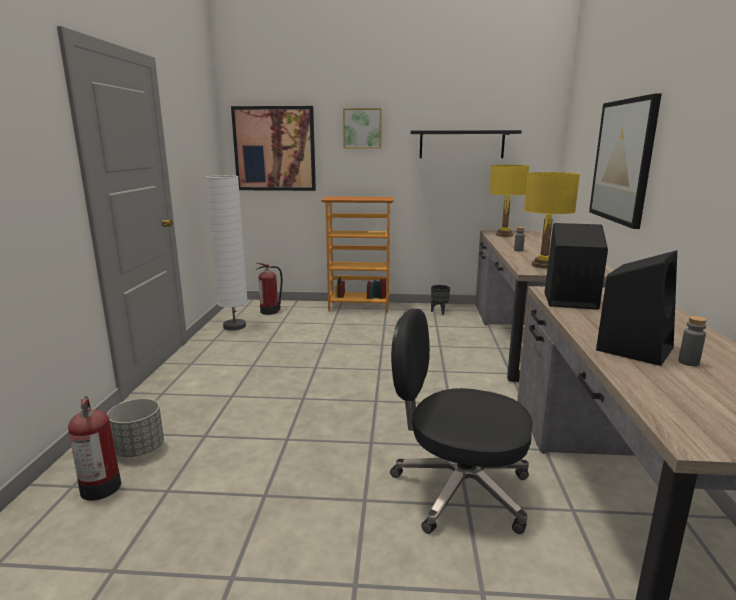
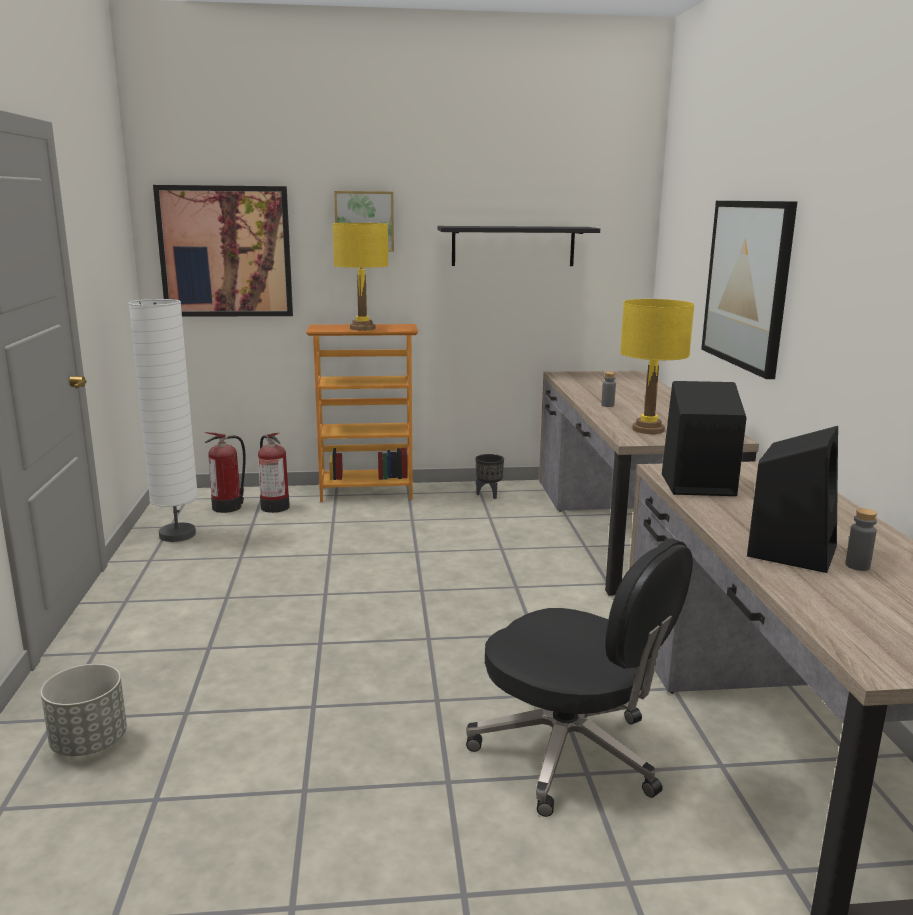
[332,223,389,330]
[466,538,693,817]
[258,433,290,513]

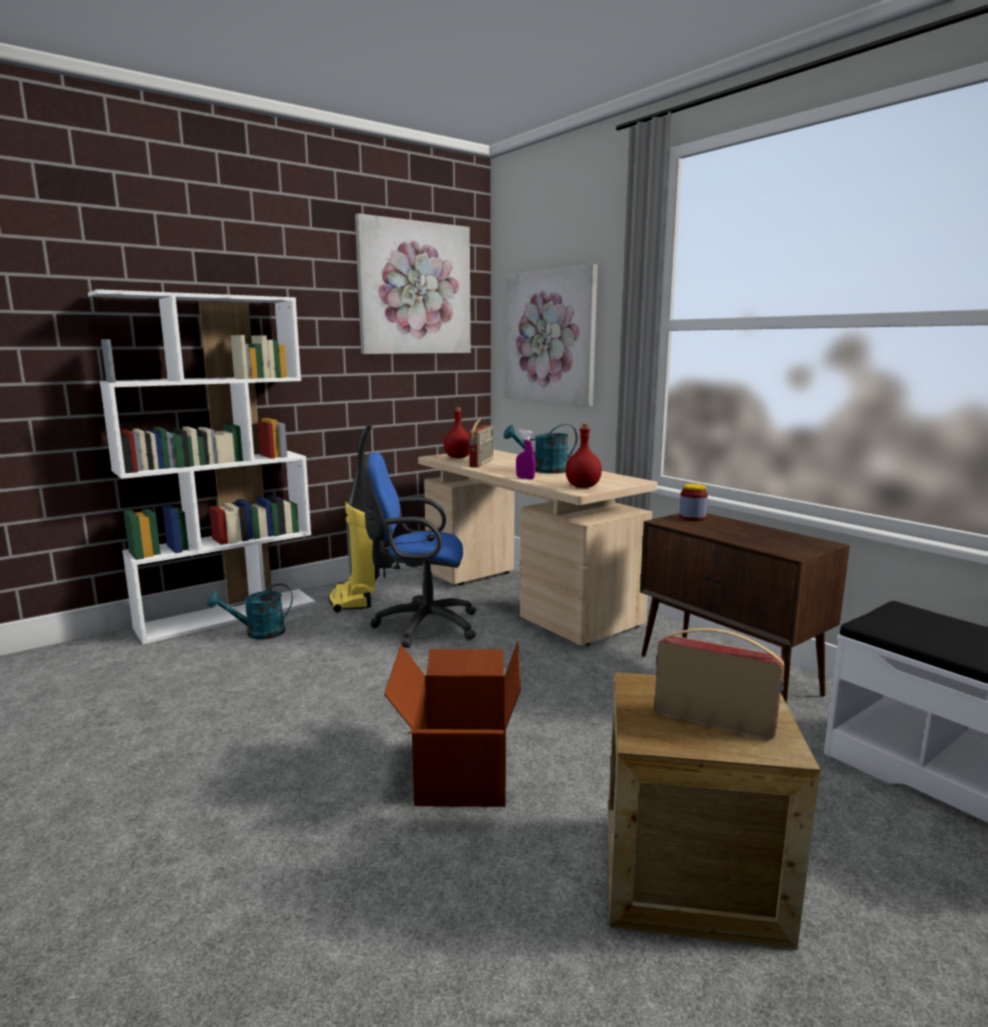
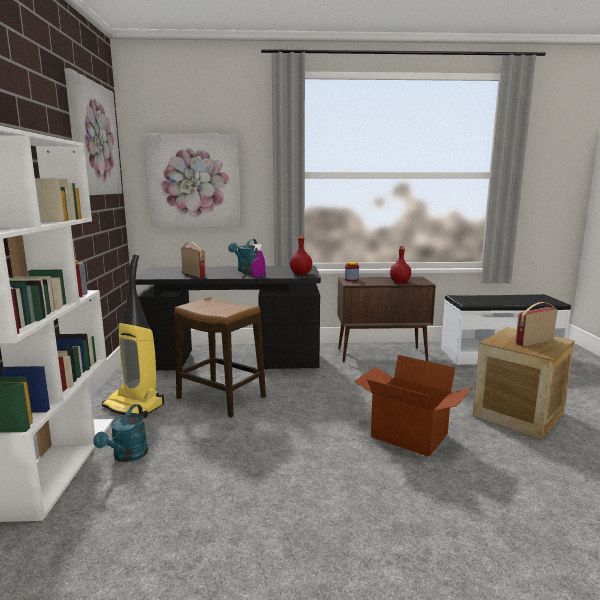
[390,246,411,283]
[135,266,321,371]
[174,298,266,418]

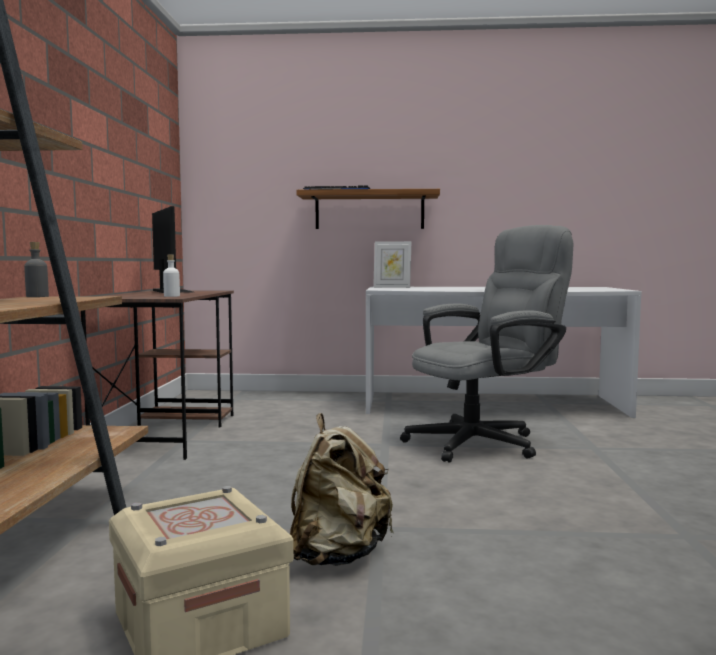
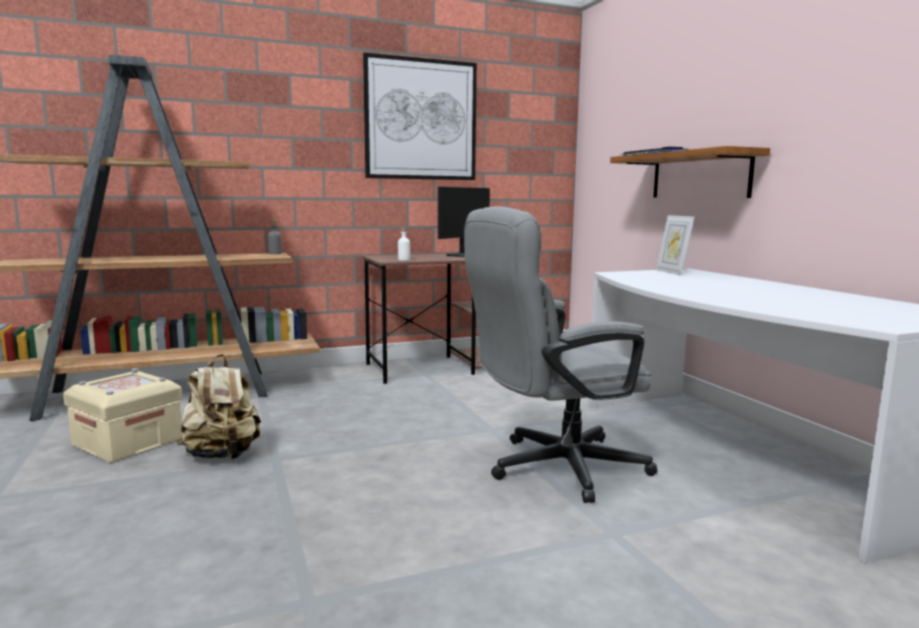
[464,206,657,503]
[363,53,477,180]

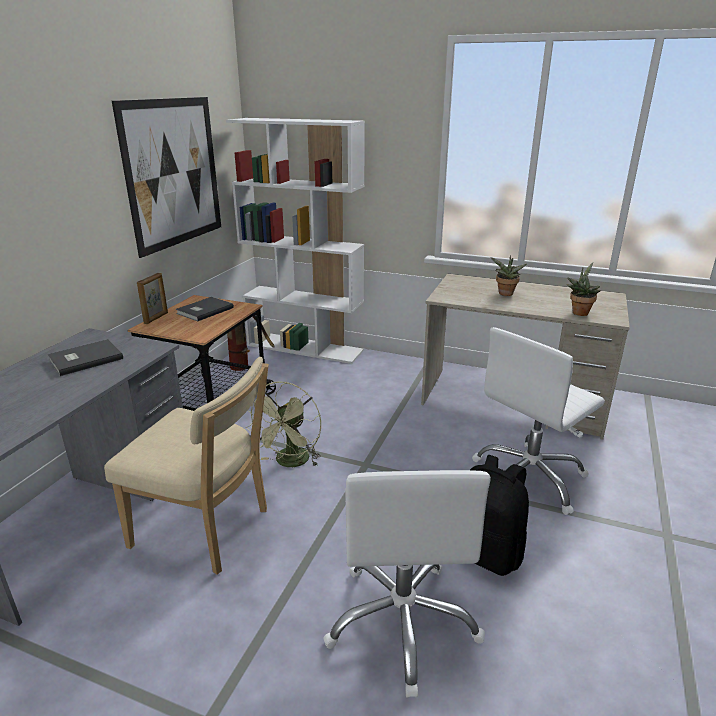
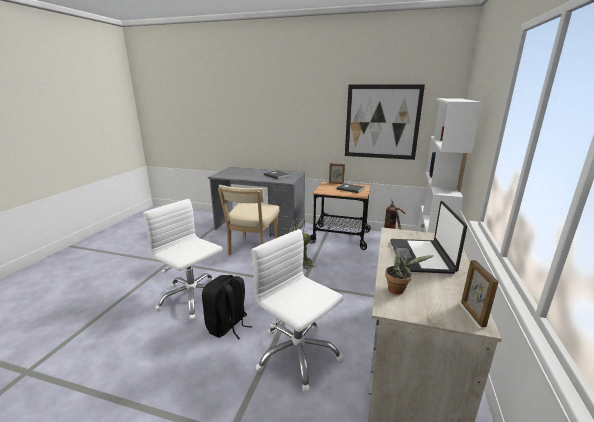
[390,201,467,274]
[143,199,222,320]
[461,260,499,327]

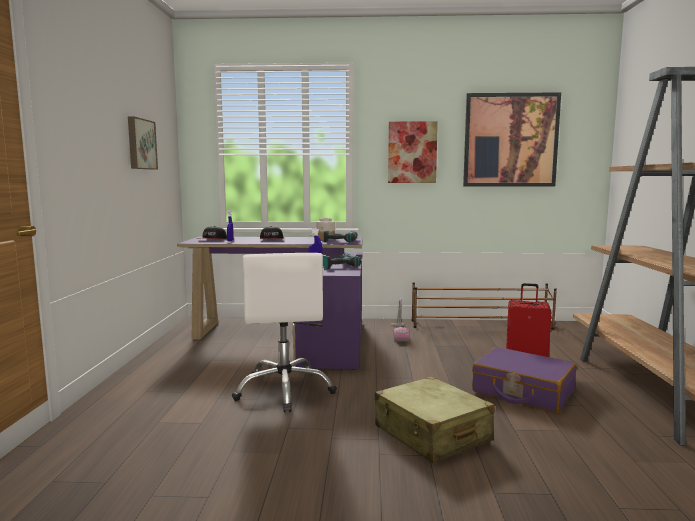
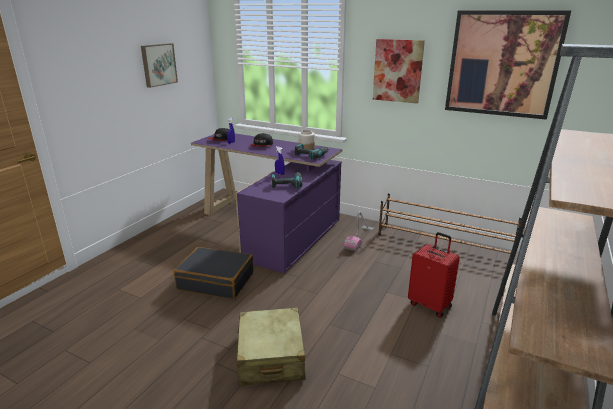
[174,247,253,299]
[472,347,576,413] (first image)

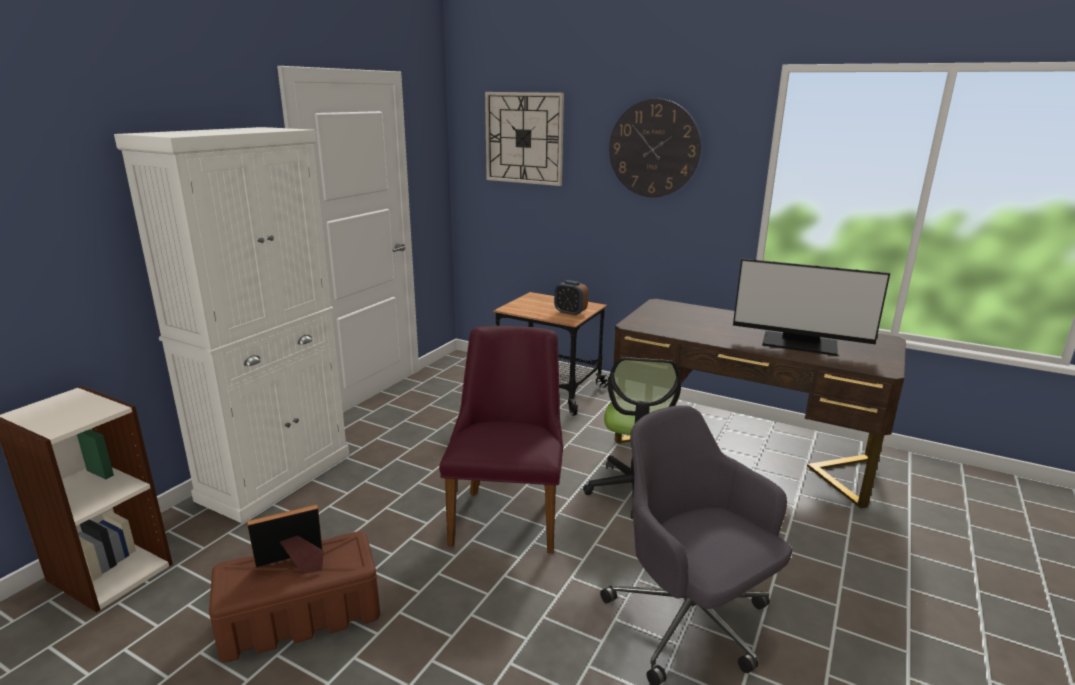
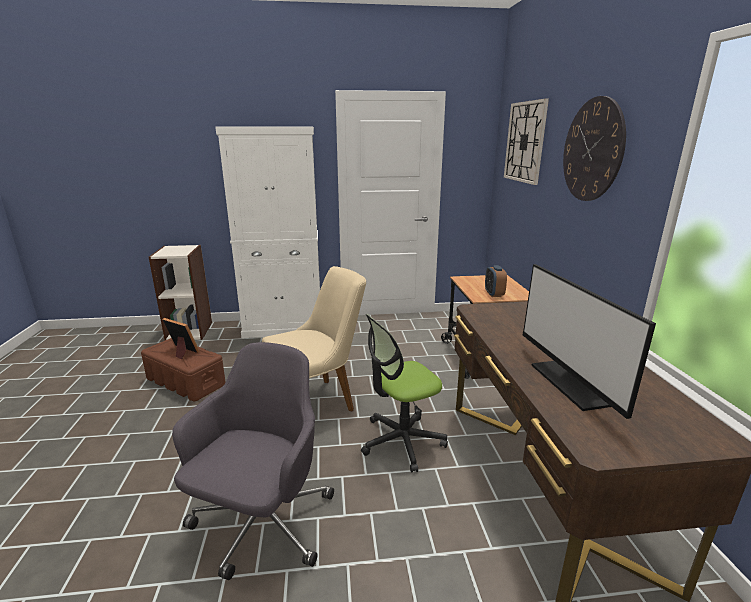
[262,266,366,412]

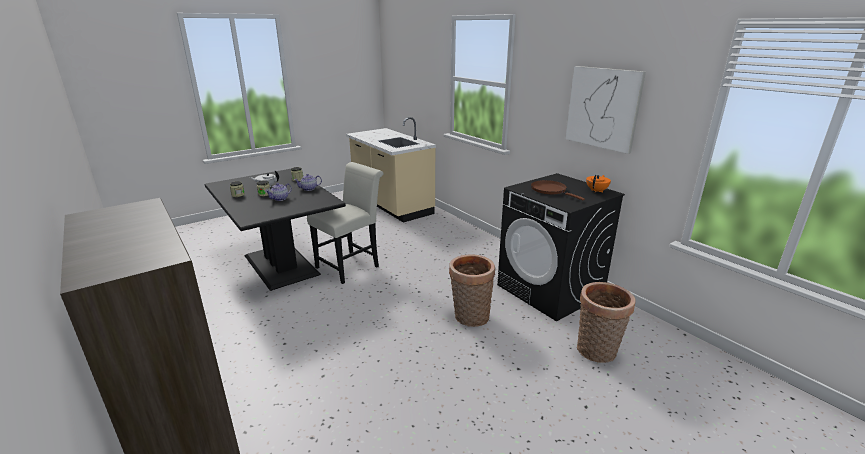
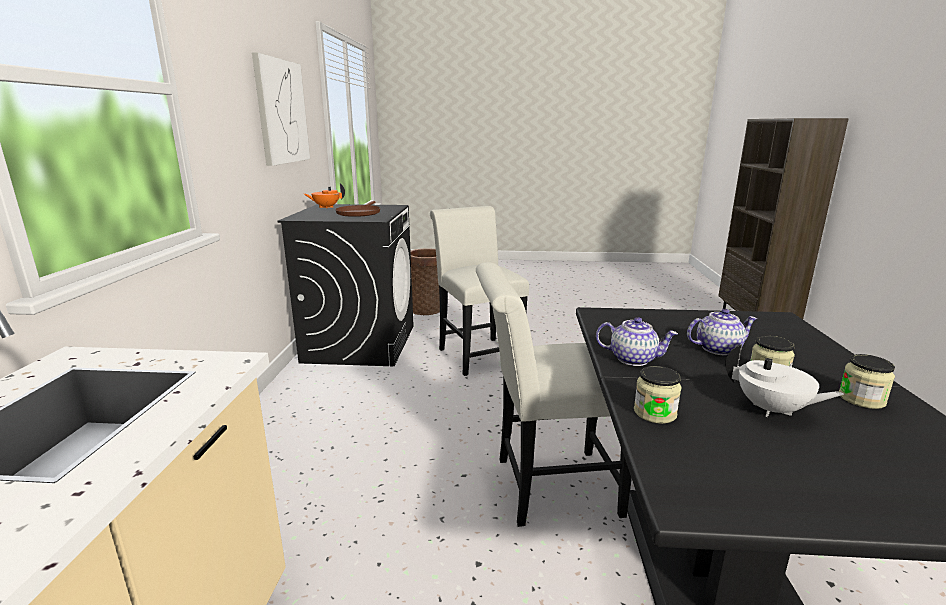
[430,206,529,376]

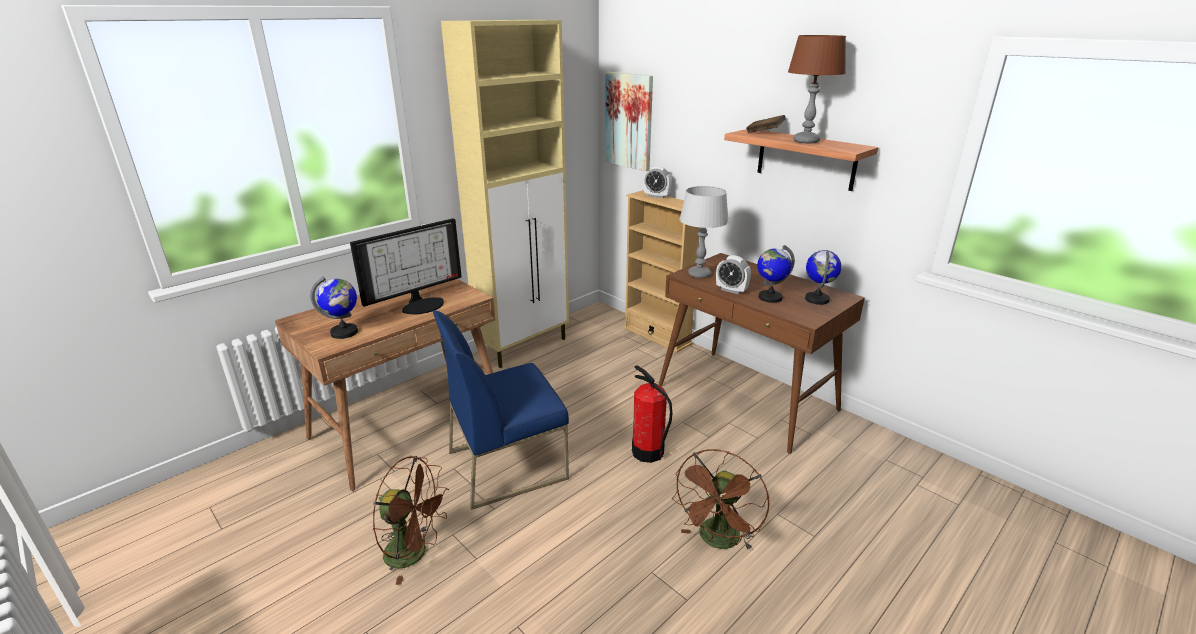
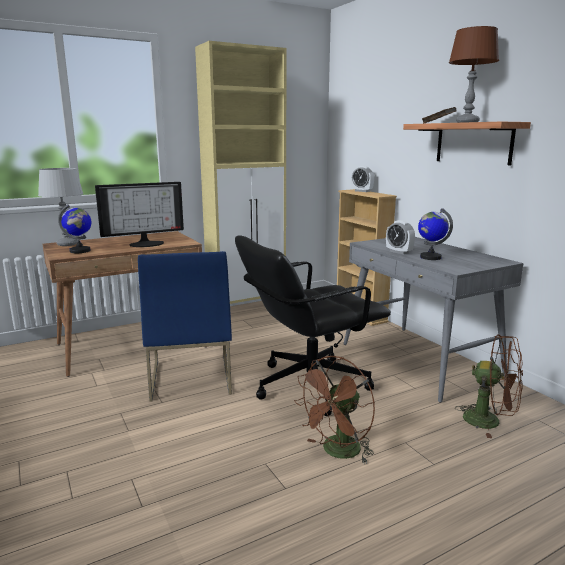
[605,72,653,171] (first image)
[38,168,84,246]
[805,250,842,305] (first image)
[344,237,523,403]
[138,251,232,402]
[235,235,391,416]
[455,334,523,438]

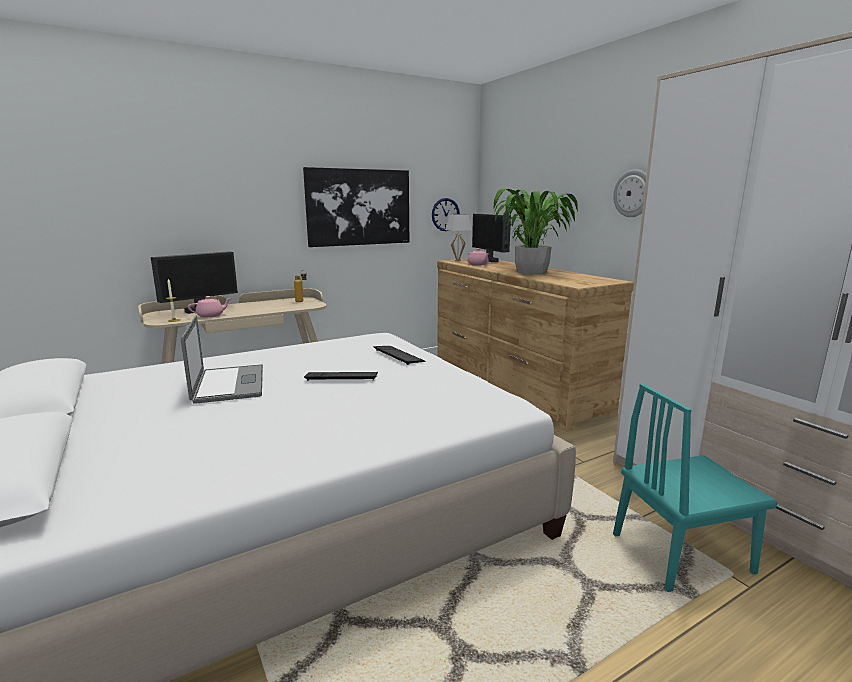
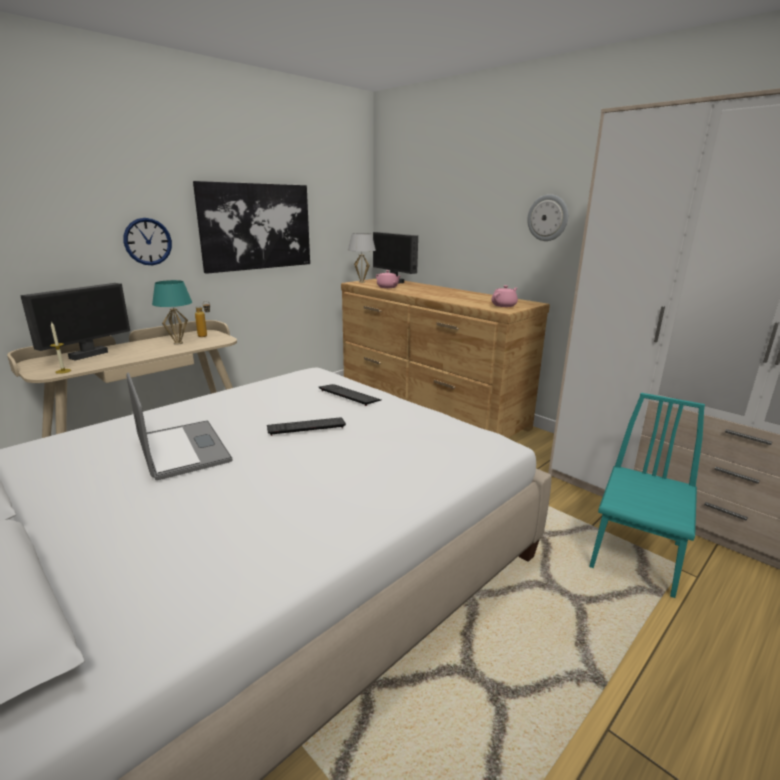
[493,189,578,274] (first image)
[124,218,172,265]
[491,285,518,307]
[589,393,705,598]
[152,280,192,345]

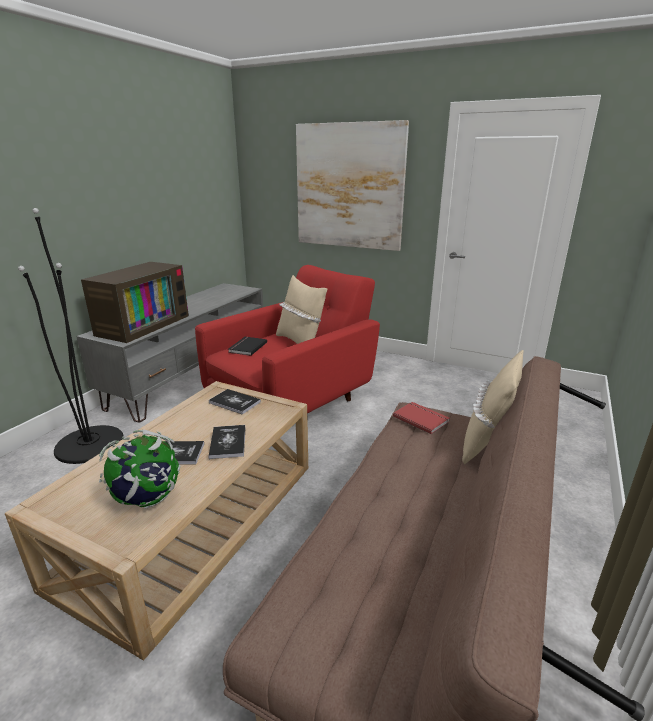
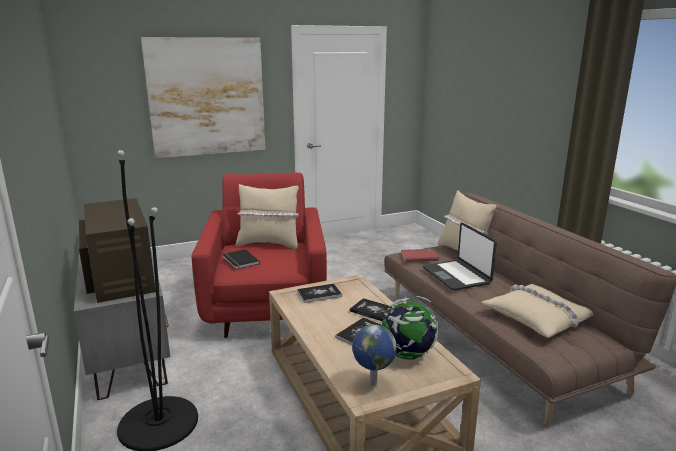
[423,223,497,290]
[481,284,594,338]
[352,324,397,386]

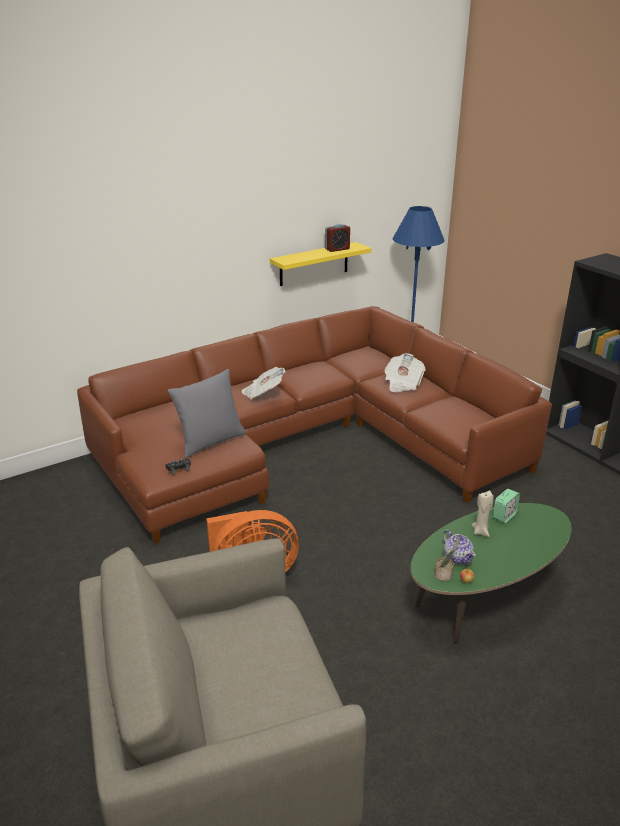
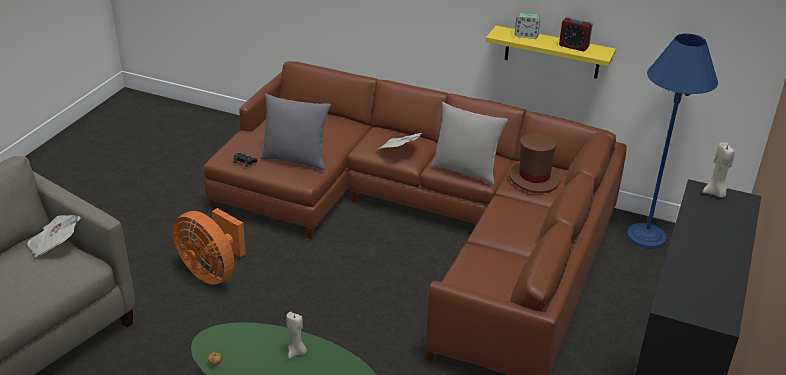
[27,215,81,257]
[515,13,540,39]
[443,530,476,564] (first image)
[435,537,460,581] (first image)
[431,102,508,185]
[509,133,561,193]
[703,143,735,198]

